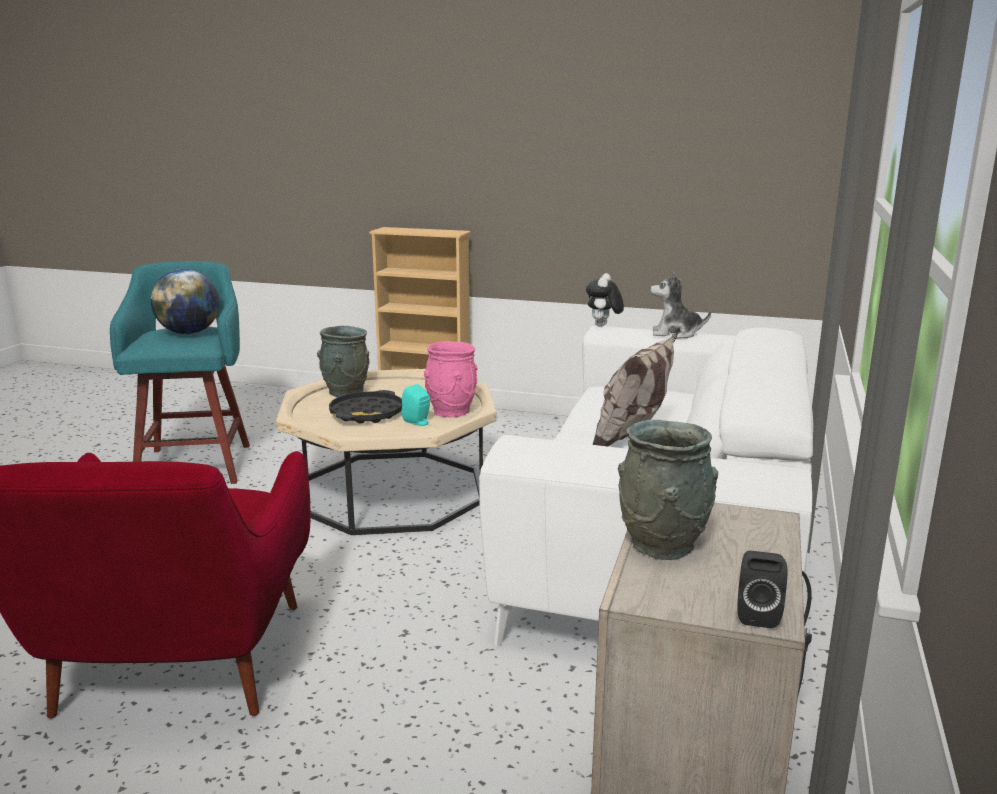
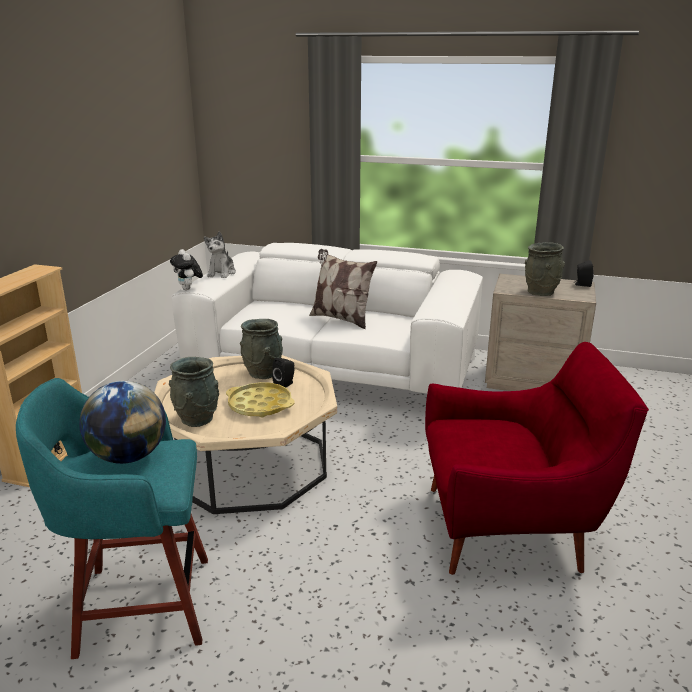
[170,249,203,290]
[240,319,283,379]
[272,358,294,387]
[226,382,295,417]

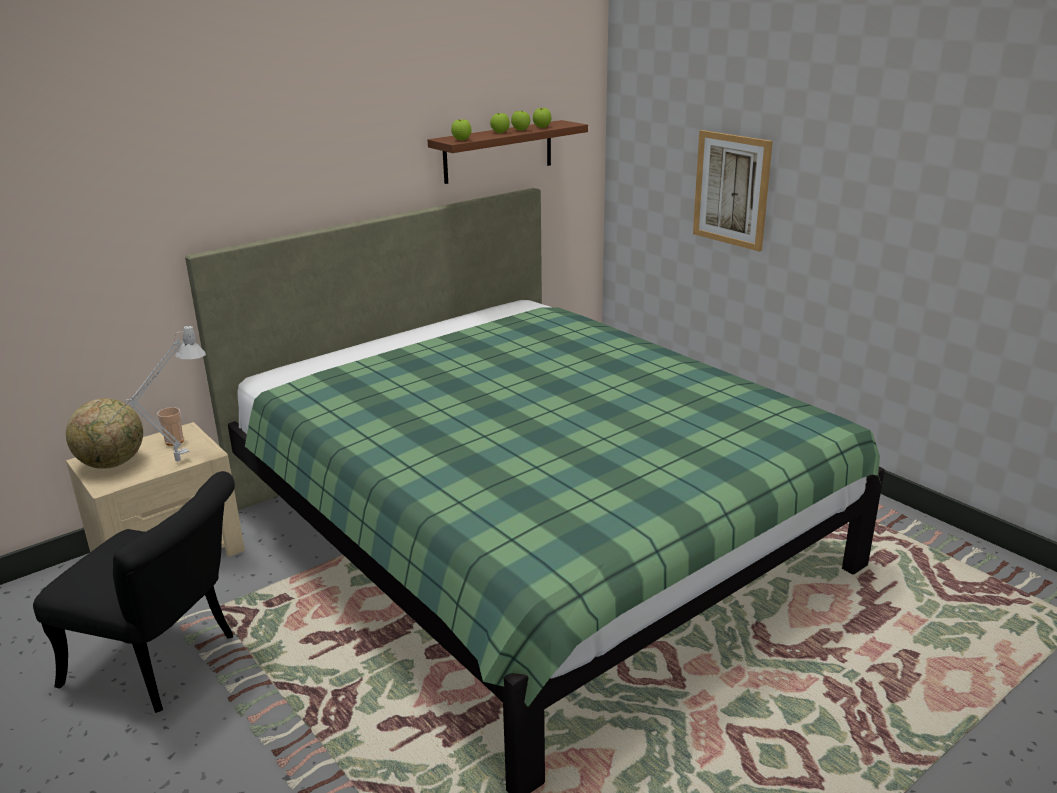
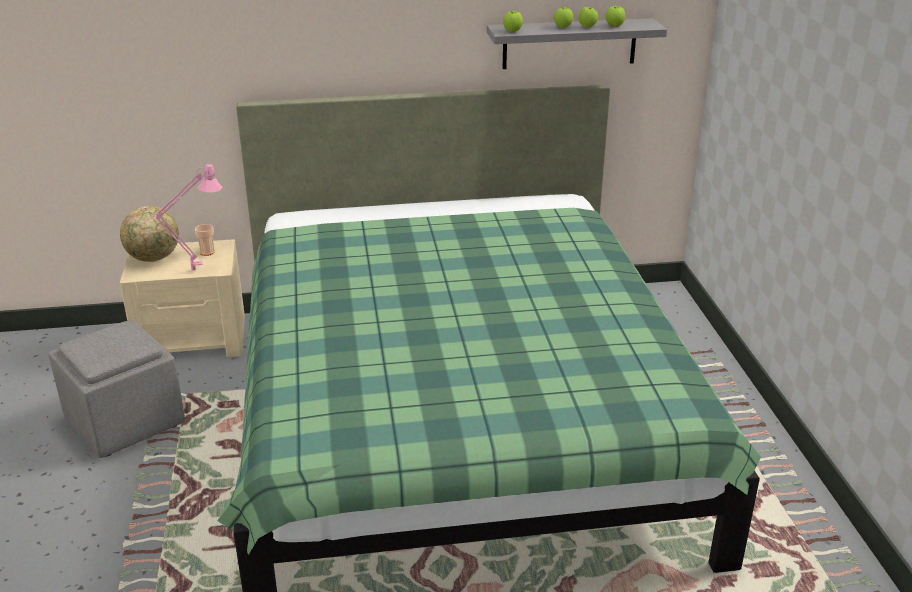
[487,18,667,69]
[693,130,773,252] (first image)
[134,164,223,270]
[48,321,185,458]

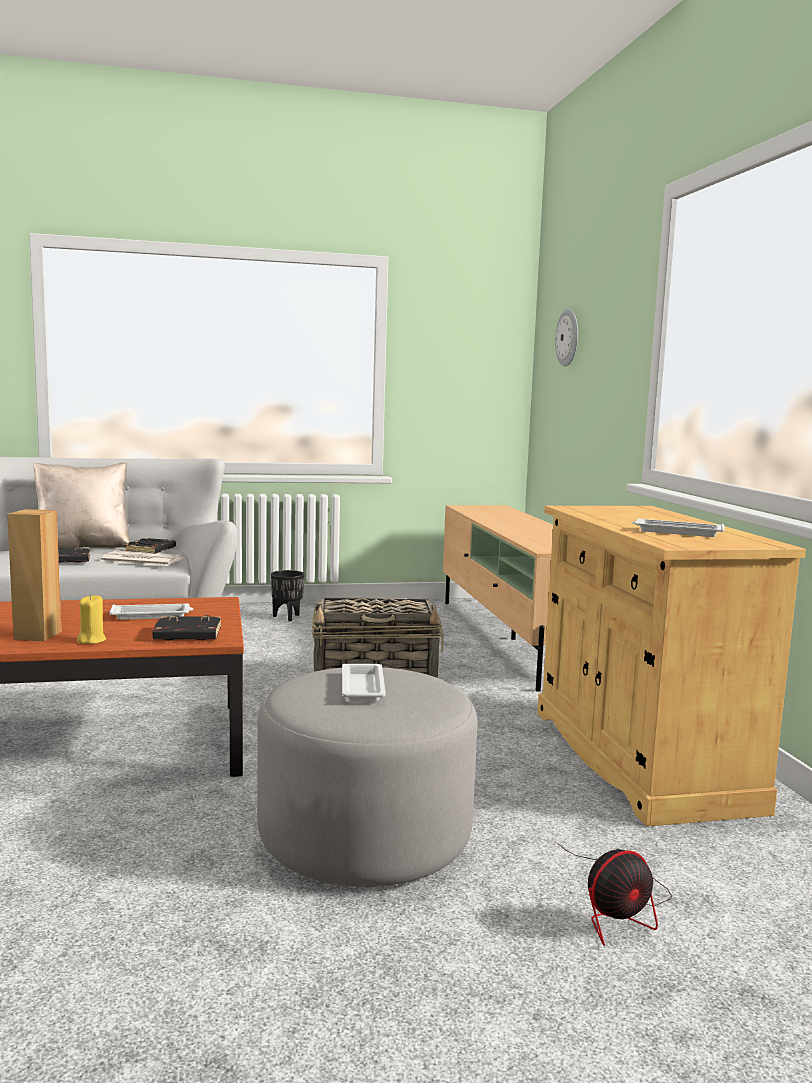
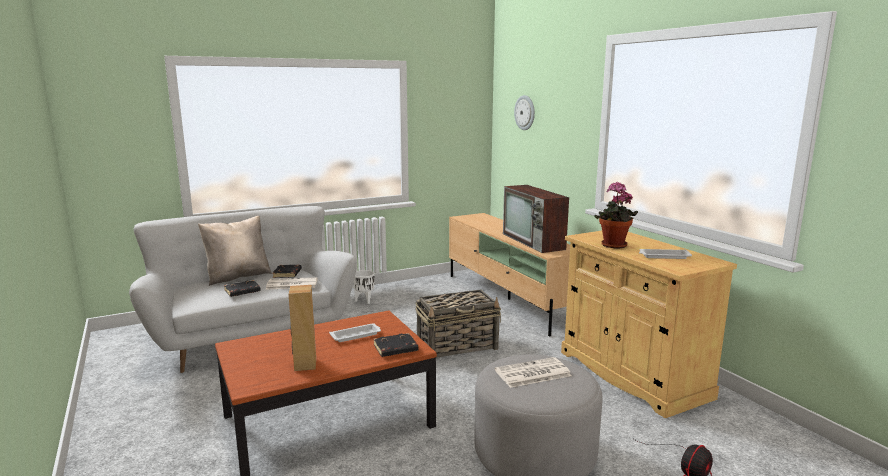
[354,270,375,304]
[77,595,106,644] (first image)
[495,357,572,388]
[594,182,638,249]
[503,185,569,253]

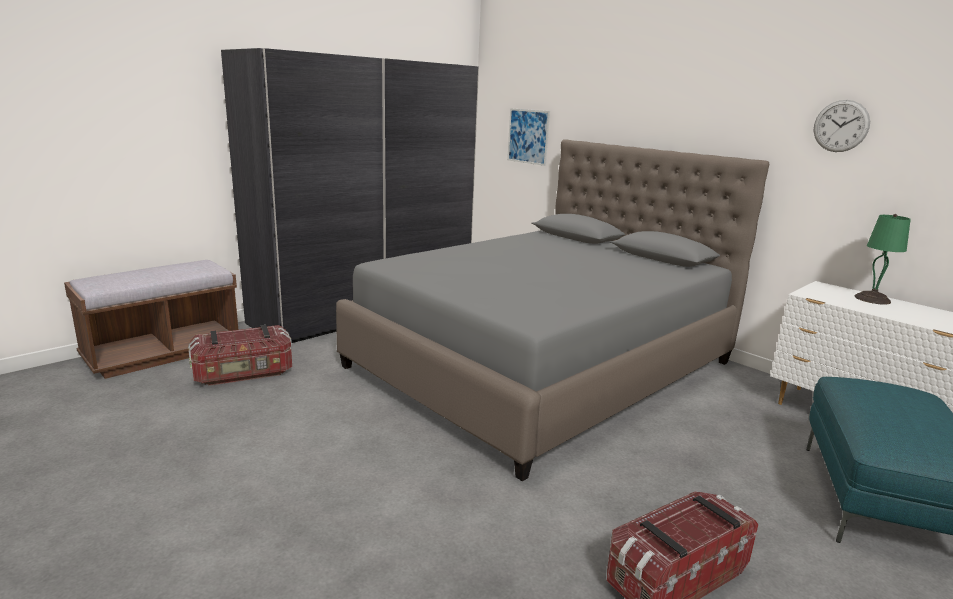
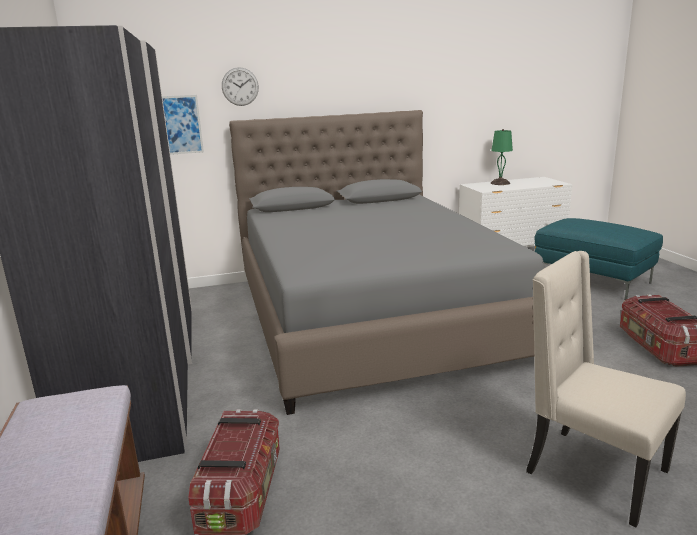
[222,67,259,106]
[526,251,686,527]

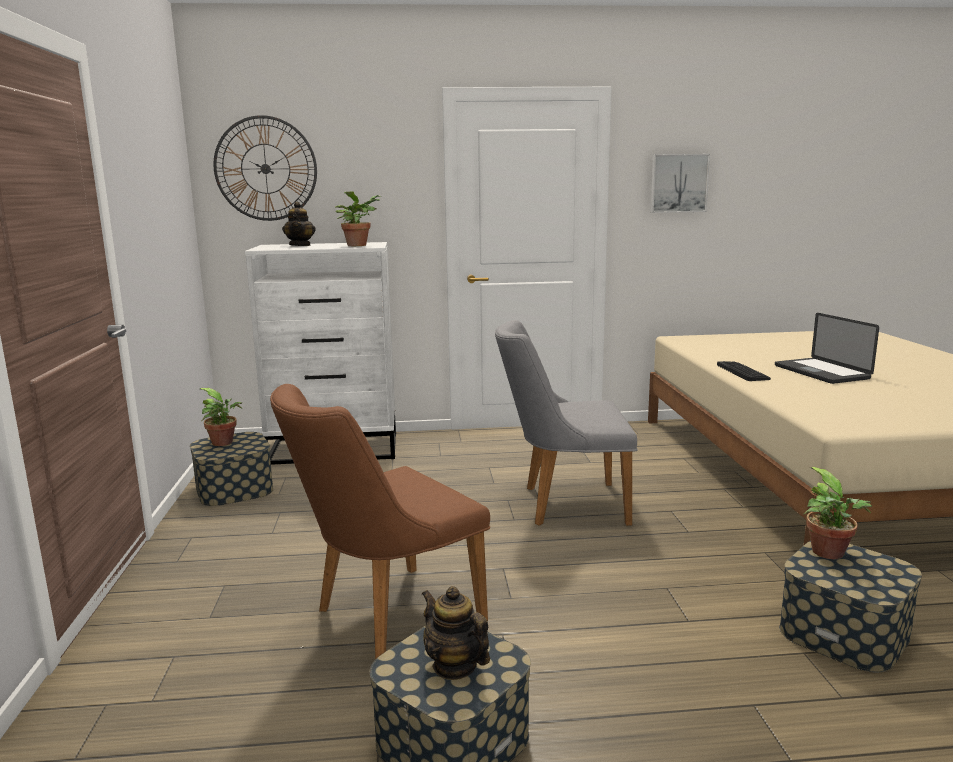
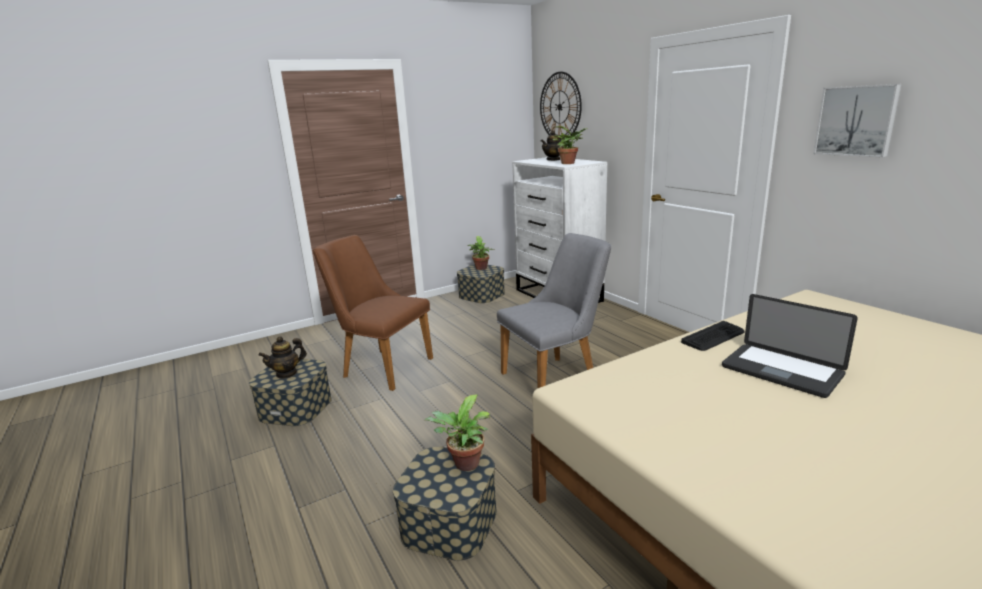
[722,294,858,398]
[497,233,611,388]
[259,336,307,379]

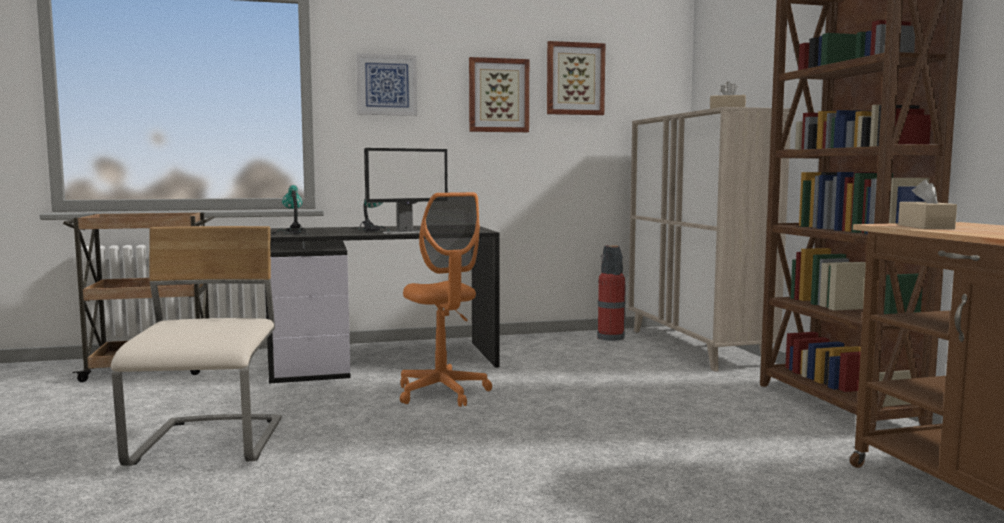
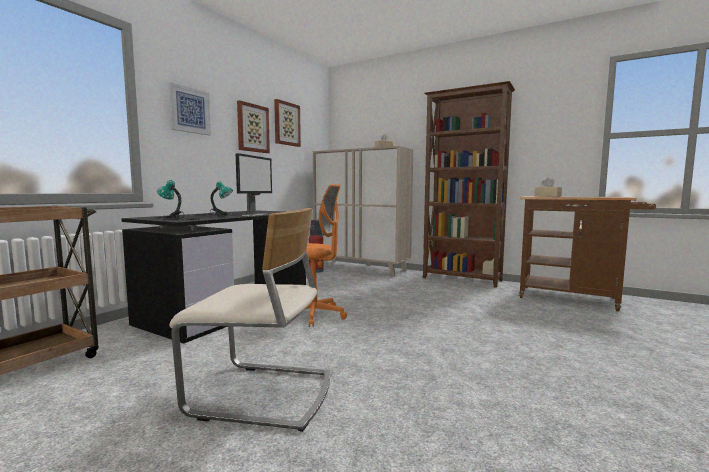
[169,208,330,432]

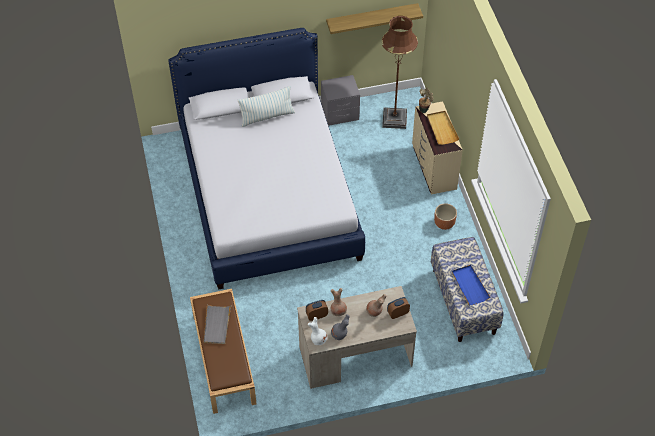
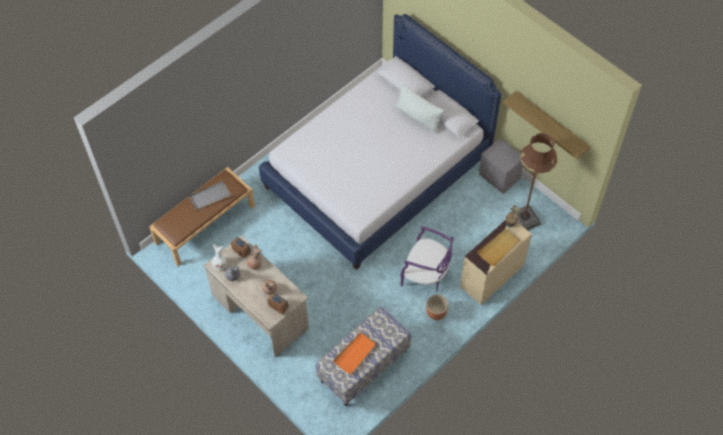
[333,332,376,375]
[401,226,454,291]

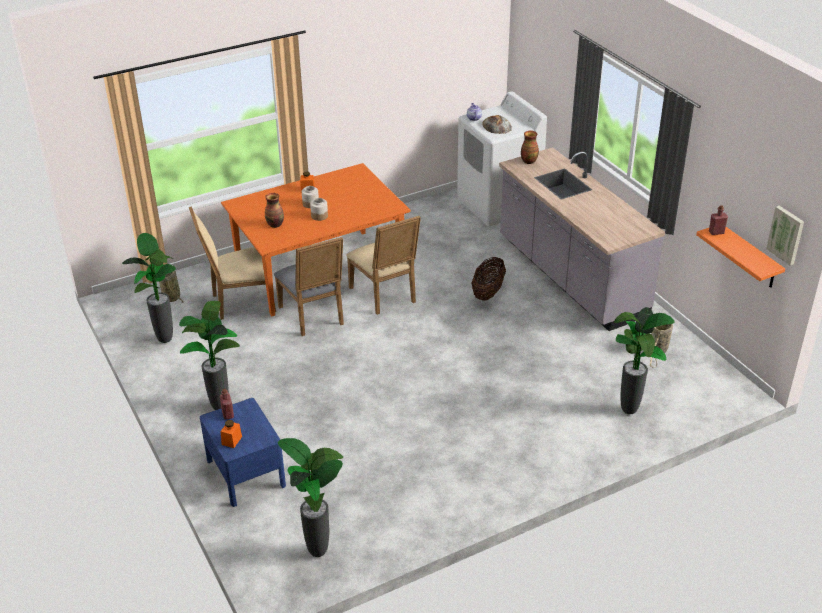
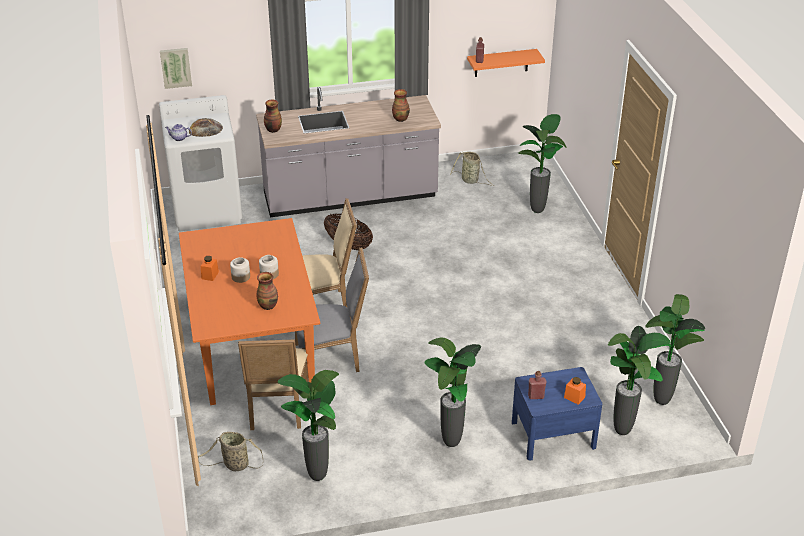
[160,48,192,89]
[392,89,410,122]
[608,326,671,435]

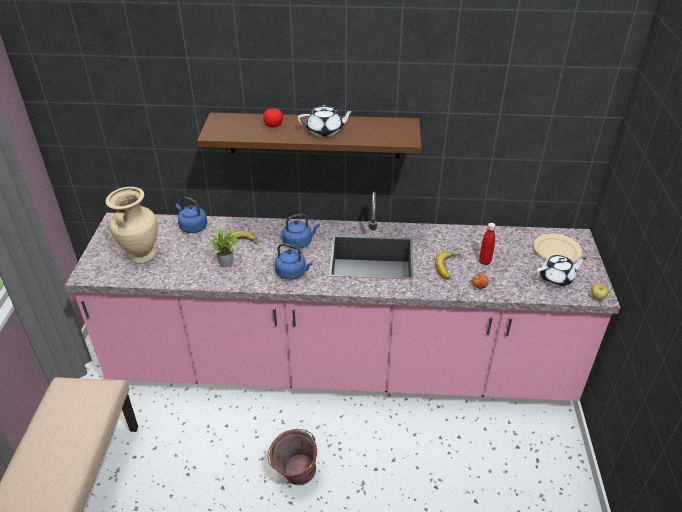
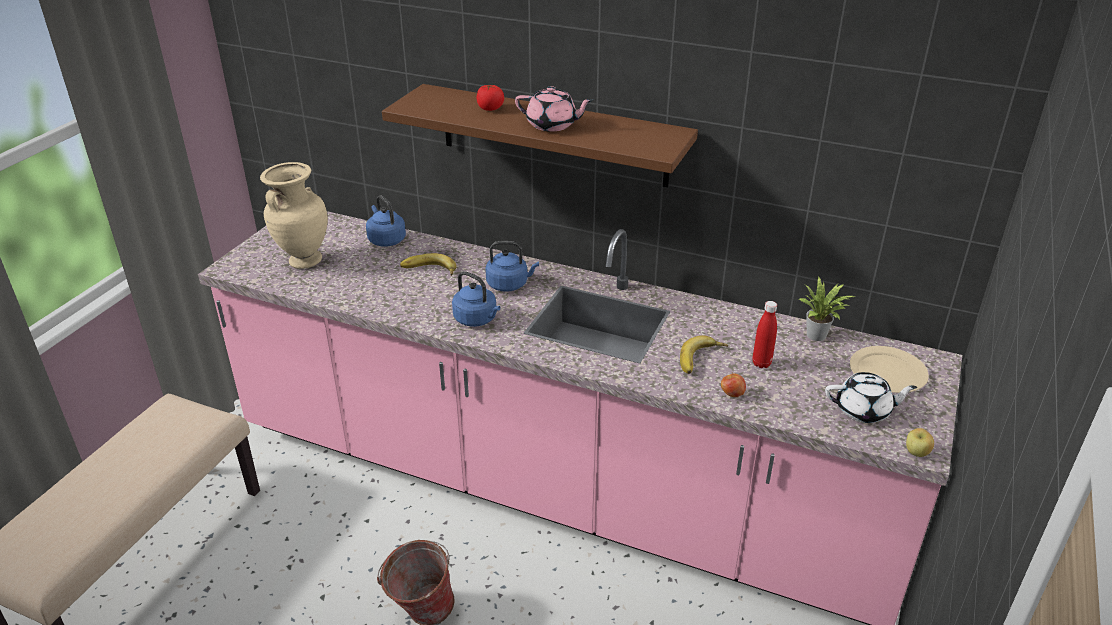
[515,86,593,132]
[799,277,855,341]

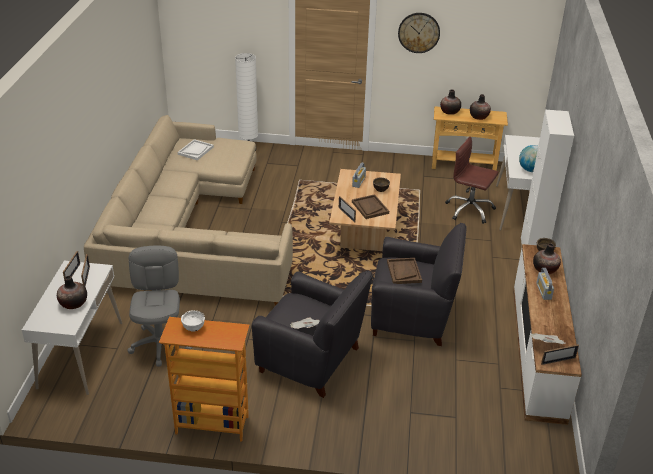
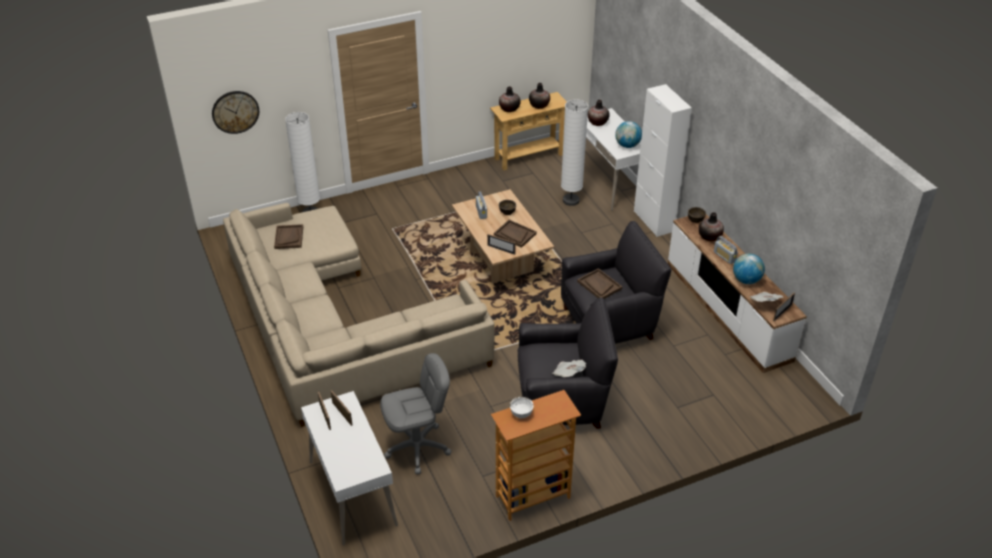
[212,91,259,134]
[561,99,588,206]
[274,224,303,249]
[380,353,452,474]
[588,100,610,126]
[733,254,765,284]

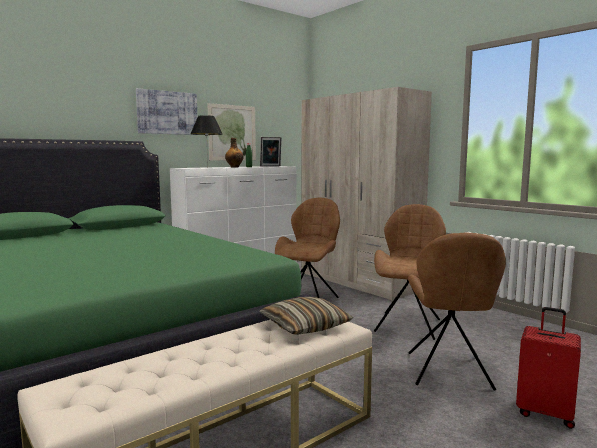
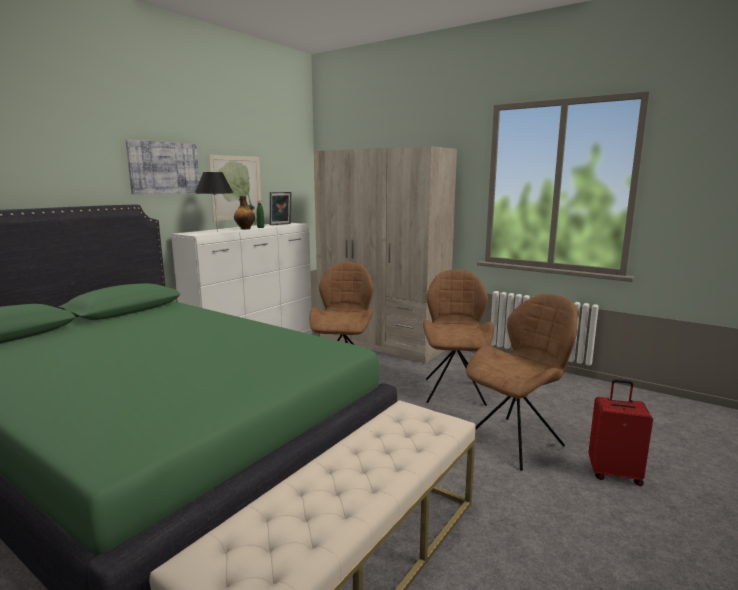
[466,294,578,470]
[259,297,353,335] (first image)

